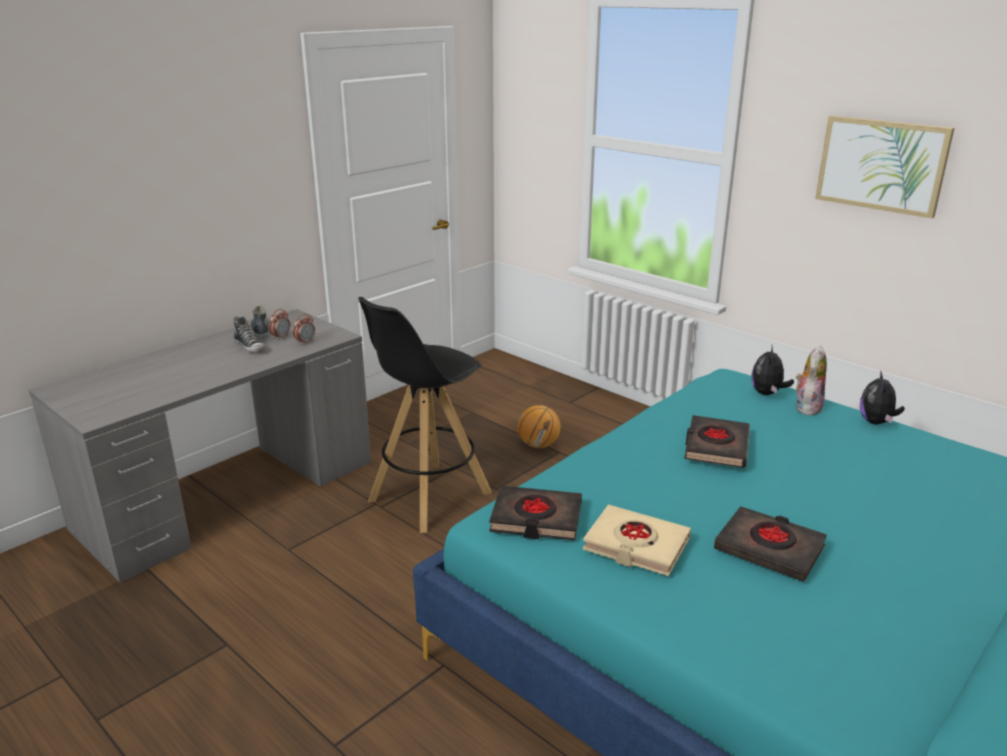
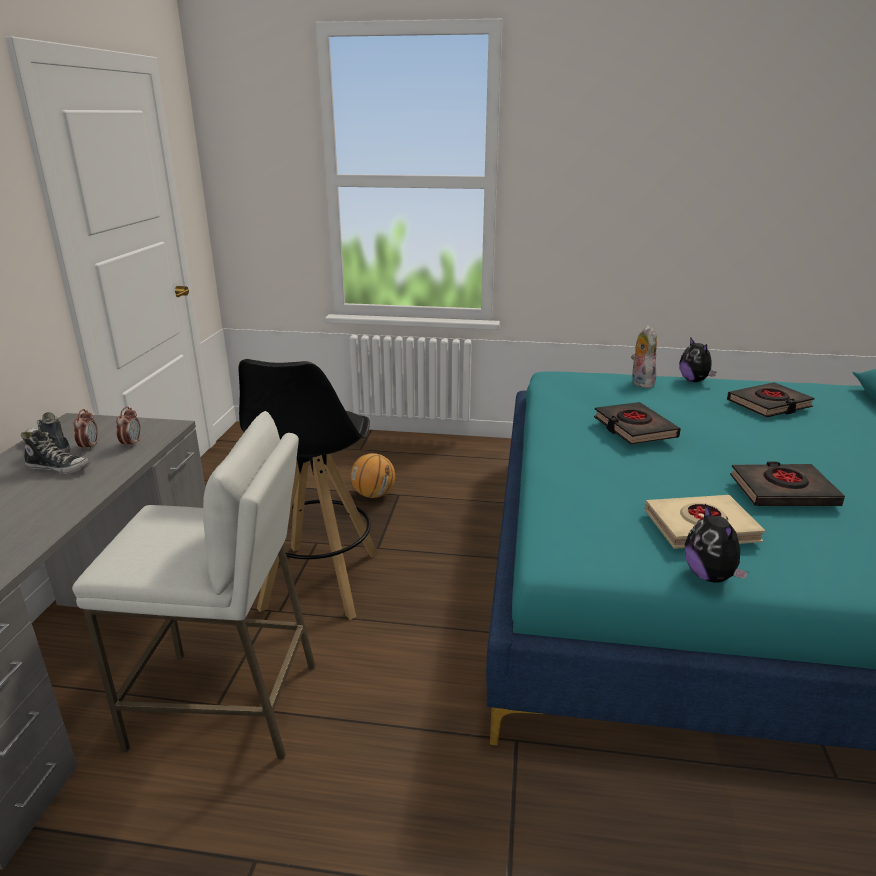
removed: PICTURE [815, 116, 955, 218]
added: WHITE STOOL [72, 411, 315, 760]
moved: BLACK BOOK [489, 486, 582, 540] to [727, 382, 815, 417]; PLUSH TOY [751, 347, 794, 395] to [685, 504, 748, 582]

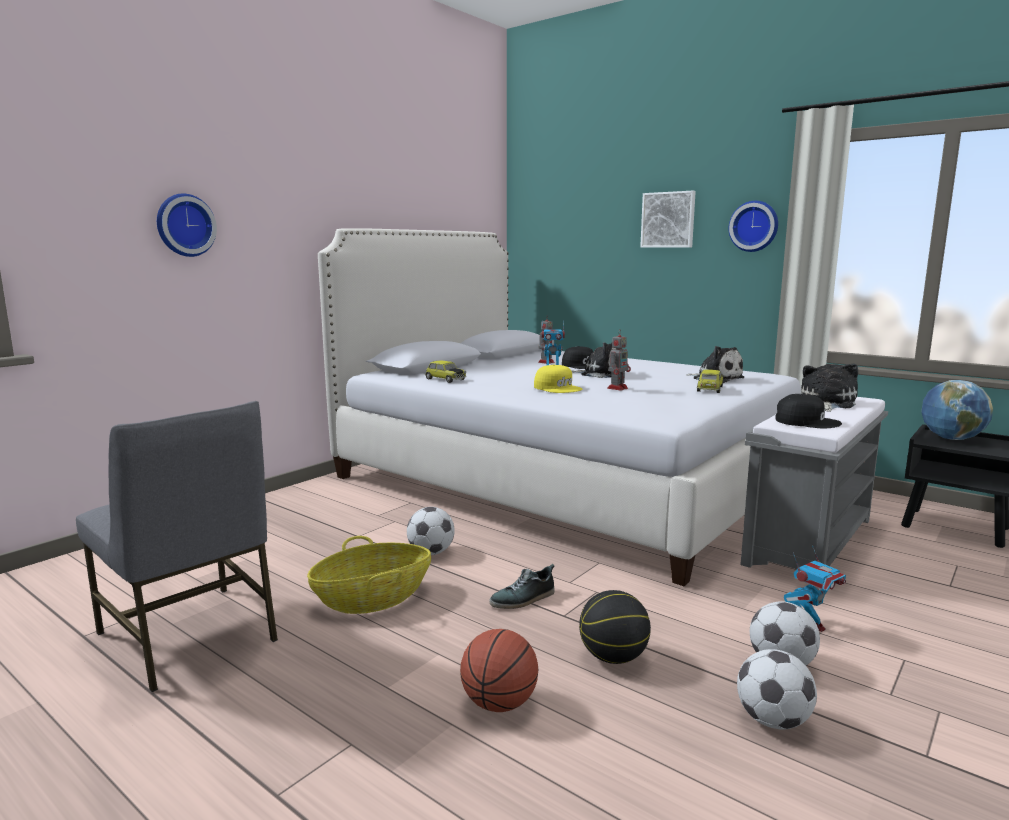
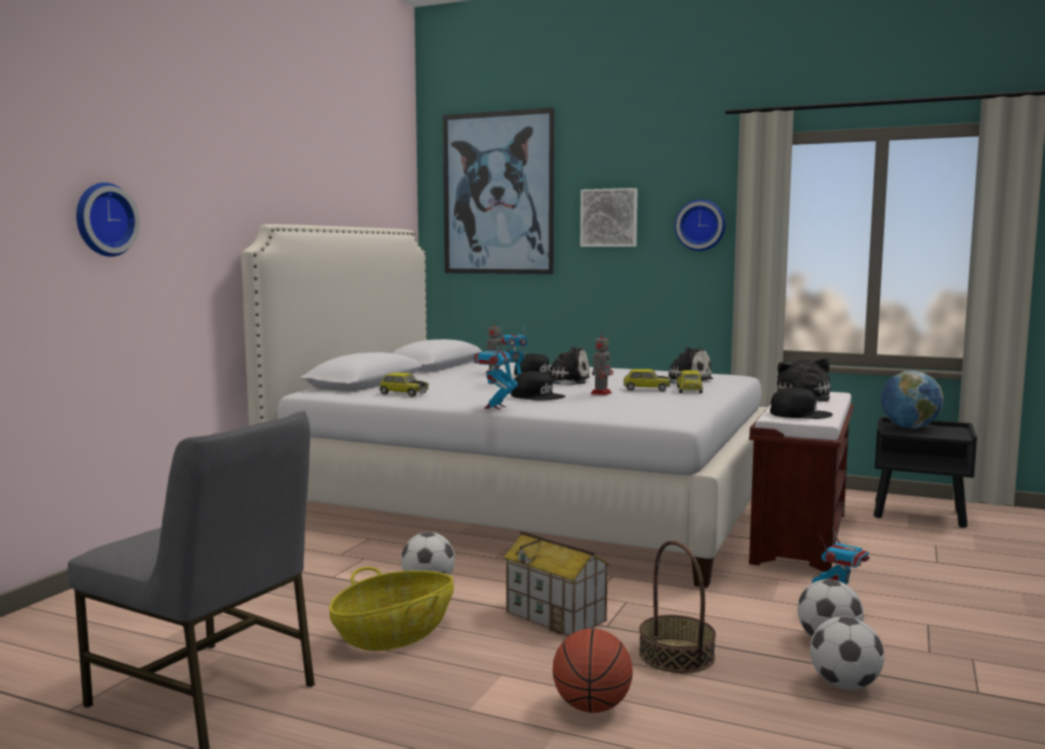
added: PICTURE [443, 108, 554, 274]; TOY ROBOT [473, 340, 518, 409]; TOY CAR [623, 369, 670, 391]
replaced: SHOE [489, 564, 554, 609] to TOY HOUSE [504, 531, 610, 636]; BASKETBALL [579, 590, 651, 664] to BASKET [639, 540, 716, 673]
recoloured: YELLOW CAP [534, 365, 582, 393] to BLACK CAP [511, 371, 566, 401]; GREY BENCH [740, 397, 888, 569] to BROWN BENCH [749, 392, 854, 572]

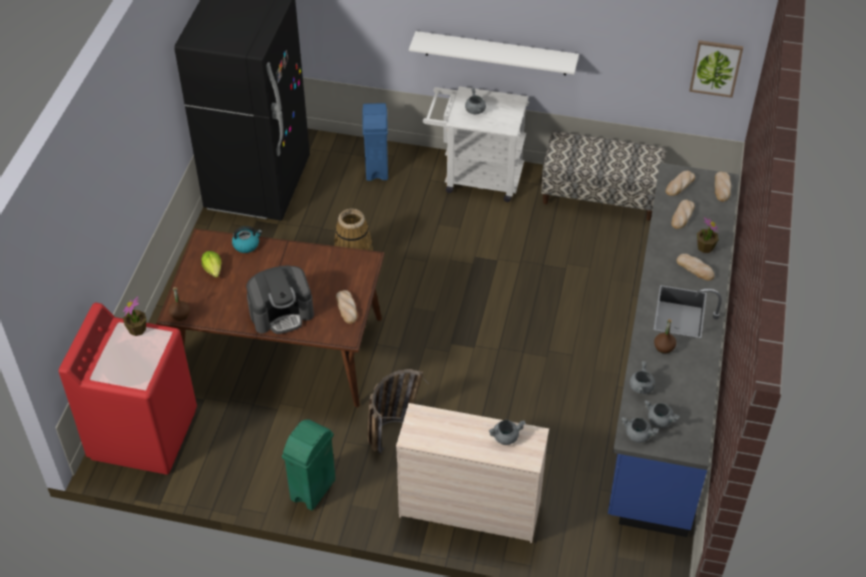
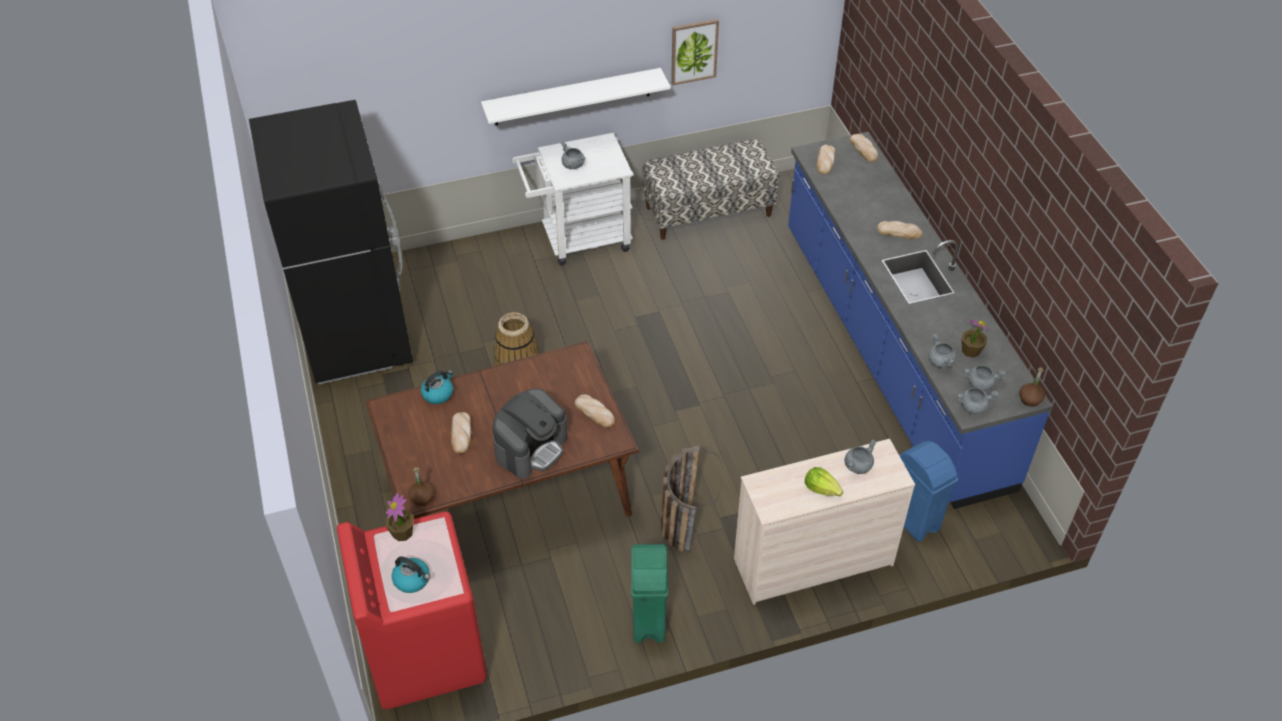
added: KETTLE [392, 557, 430, 593]
moved: LETTUCE [201, 251, 221, 278] to [805, 467, 843, 496]; BLUE TRASH CAN [362, 103, 388, 181] to [899, 441, 958, 542]; BROWN BOTTLE [654, 319, 676, 354] to [1019, 367, 1045, 407]; BREAD [671, 200, 695, 229] to [451, 412, 471, 454]; PICTURE [689, 40, 743, 98] to [671, 19, 719, 85]; POTTED PLANT [697, 217, 719, 253] to [962, 319, 990, 358]

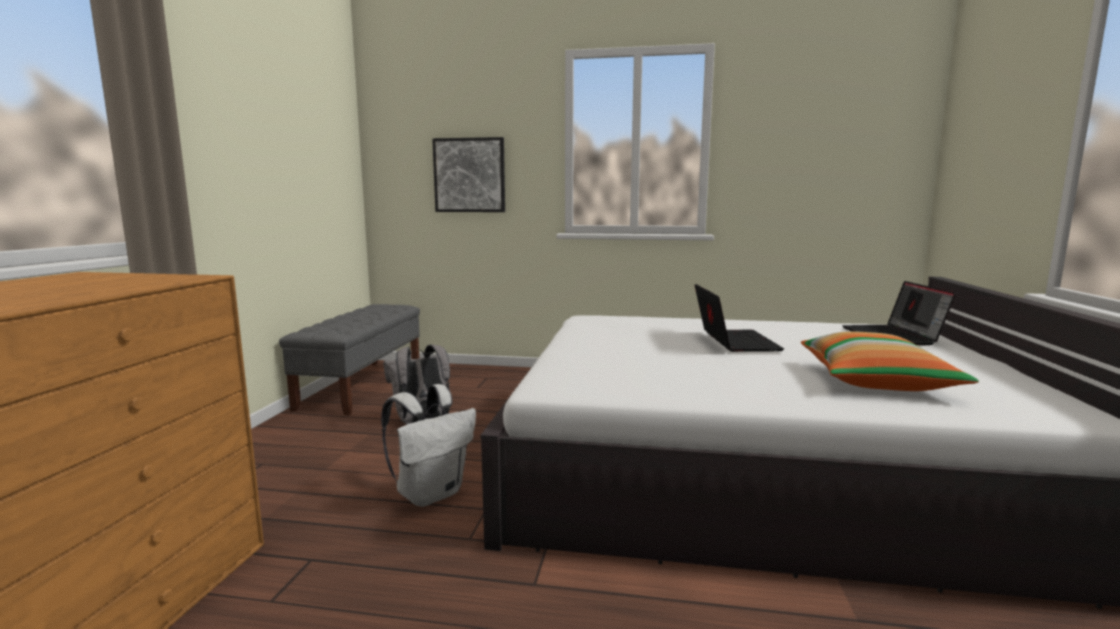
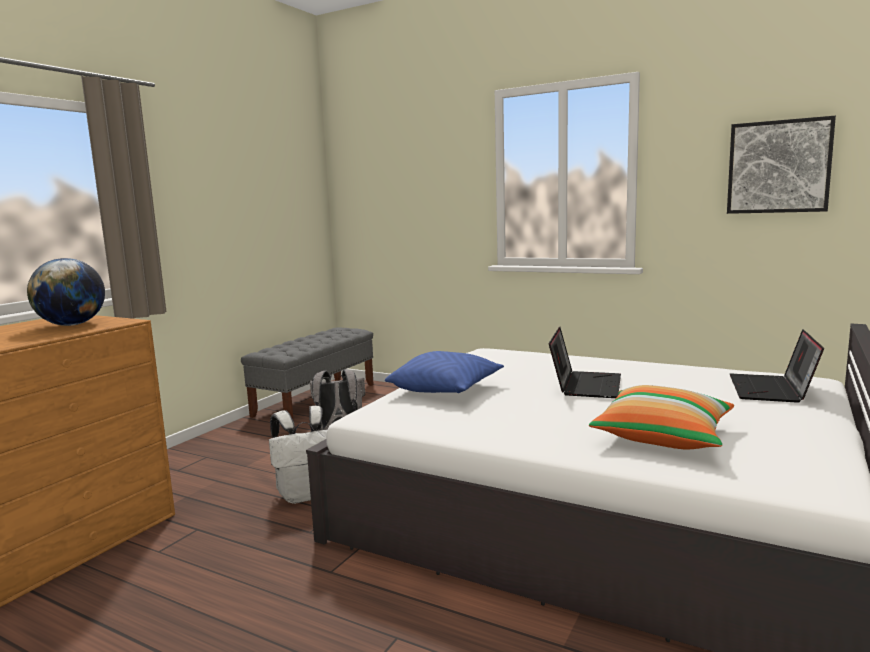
added: GLOBE [27, 258, 105, 326]; BLUE PILLOW [385, 351, 504, 393]
moved: PICTURE [432, 137, 505, 212] to [727, 116, 836, 214]

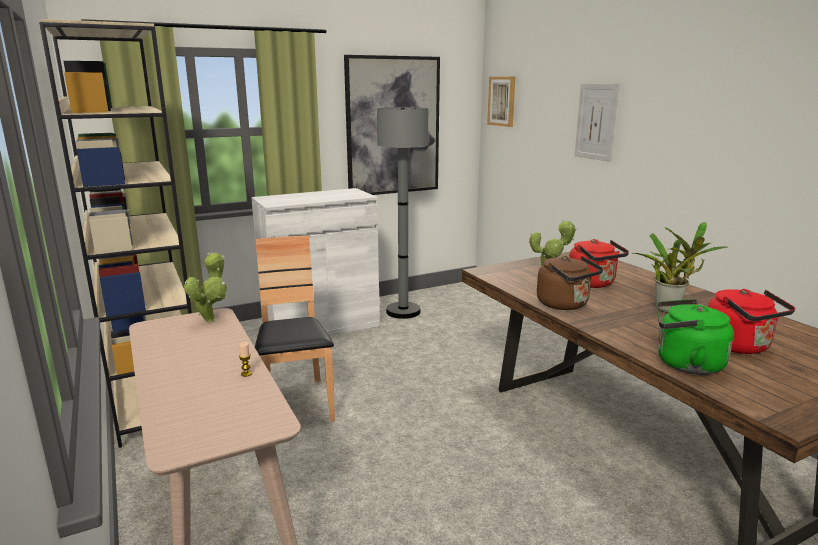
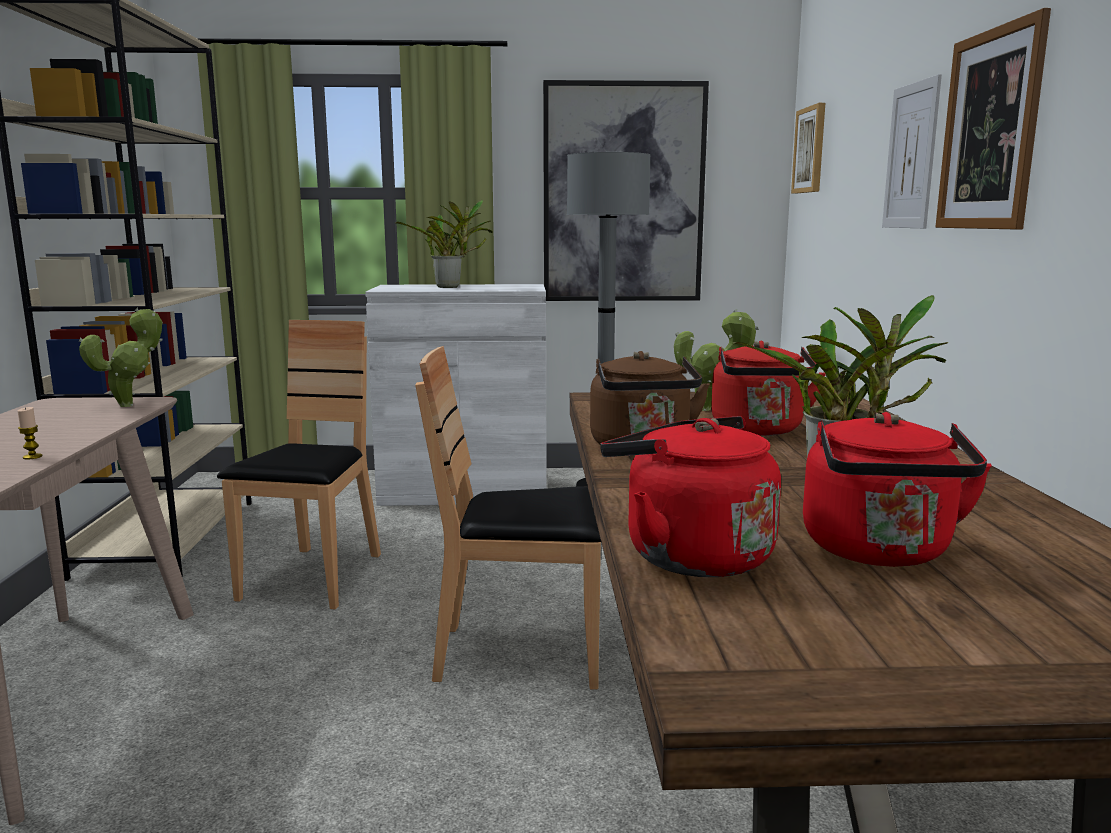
added: POTTED PLANT [395, 199, 493, 288]; BROWN CHAIR [415, 346, 601, 689]; PICTURE [935, 8, 1051, 229]
recoloured: GREEN KETTLE [657, 299, 734, 375] to RED KETTLE [600, 416, 781, 577]

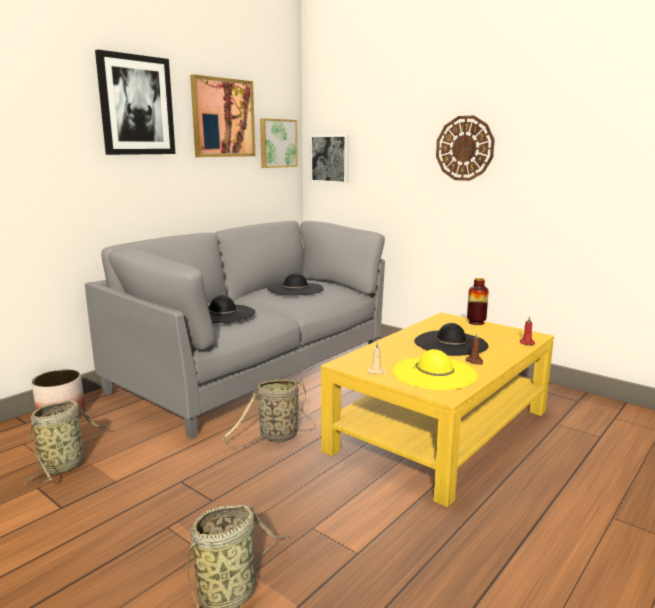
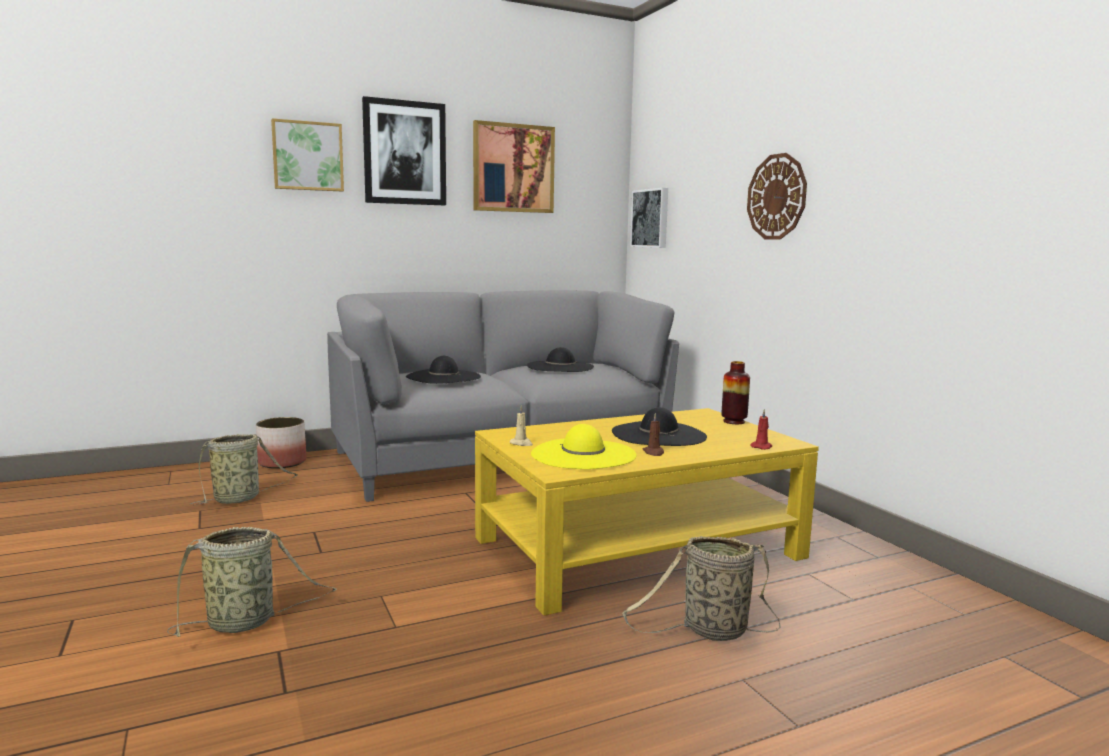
moved: BASKET [222, 379, 316, 448] to [622, 536, 781, 641]; PICTURE [260, 118, 298, 168] to [271, 118, 344, 192]

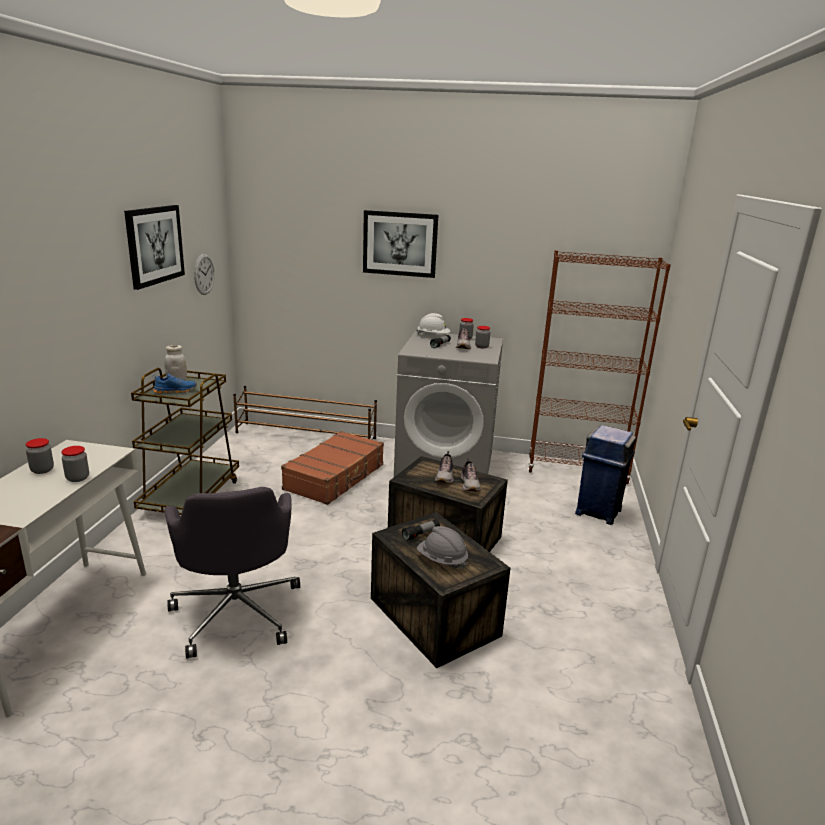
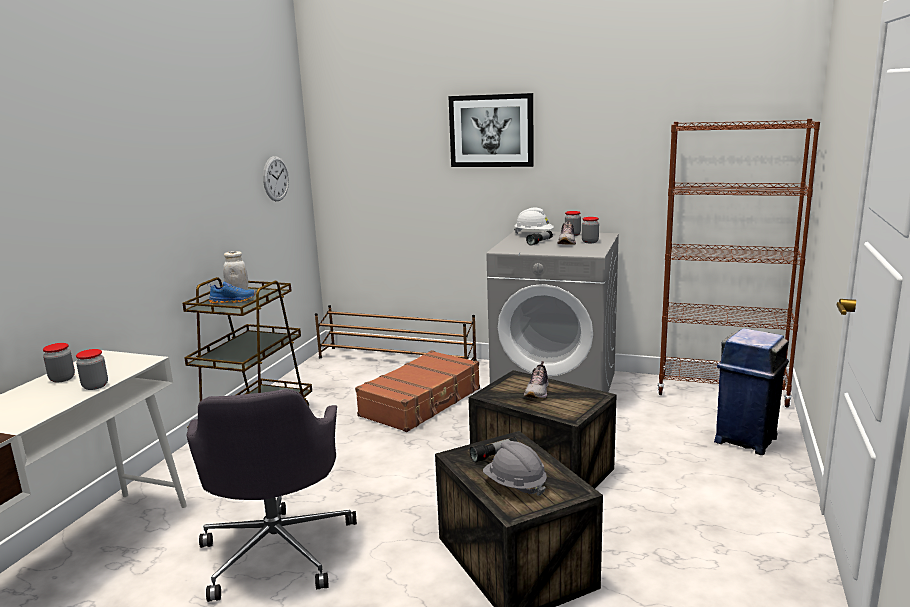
removed: PICTURE [124, 205, 185, 290]; SHOE [461, 458, 481, 491]

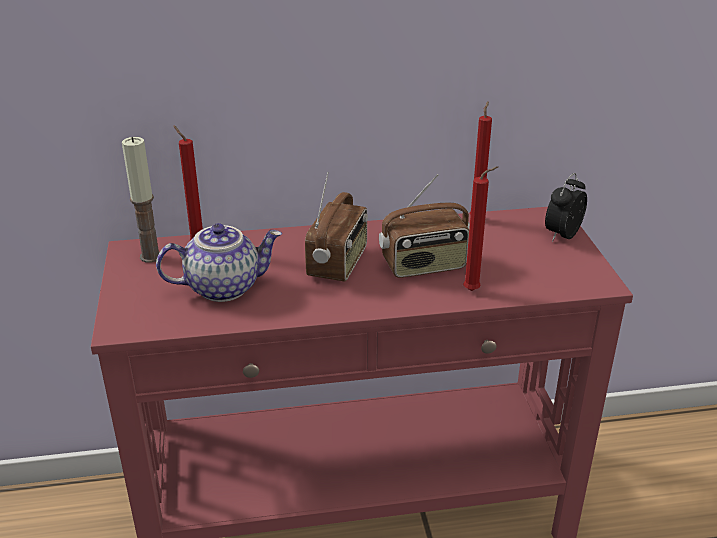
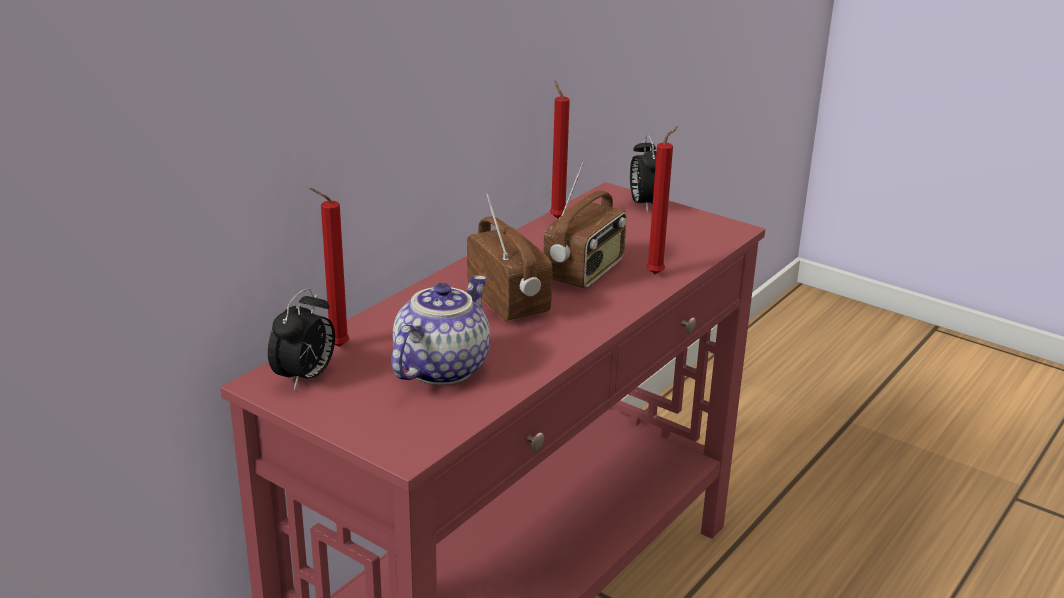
replaced: CANDLE [122, 137, 160, 263] to ALARM CLOCK [268, 288, 335, 390]

